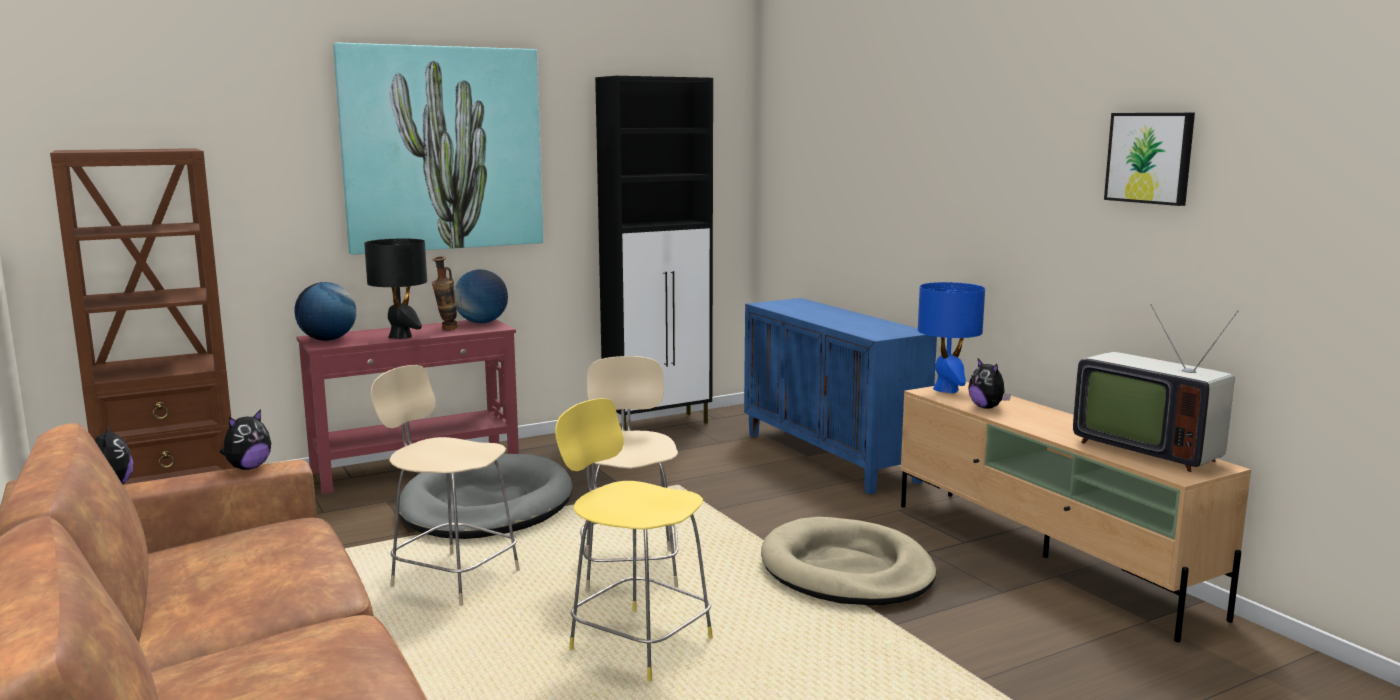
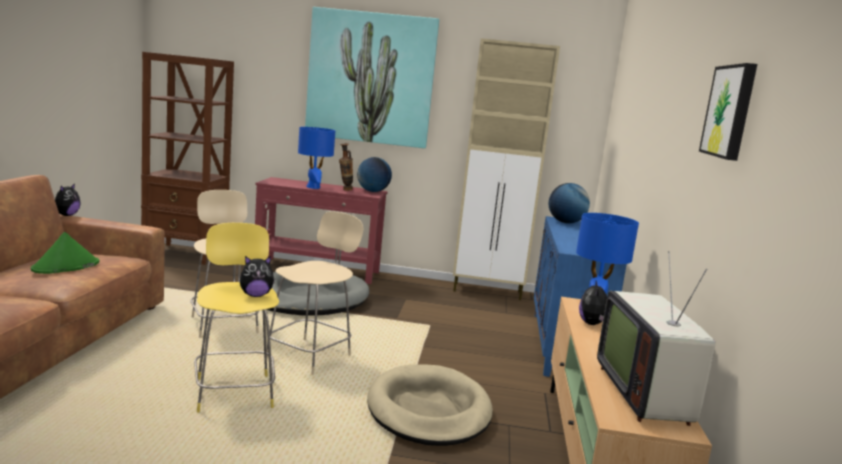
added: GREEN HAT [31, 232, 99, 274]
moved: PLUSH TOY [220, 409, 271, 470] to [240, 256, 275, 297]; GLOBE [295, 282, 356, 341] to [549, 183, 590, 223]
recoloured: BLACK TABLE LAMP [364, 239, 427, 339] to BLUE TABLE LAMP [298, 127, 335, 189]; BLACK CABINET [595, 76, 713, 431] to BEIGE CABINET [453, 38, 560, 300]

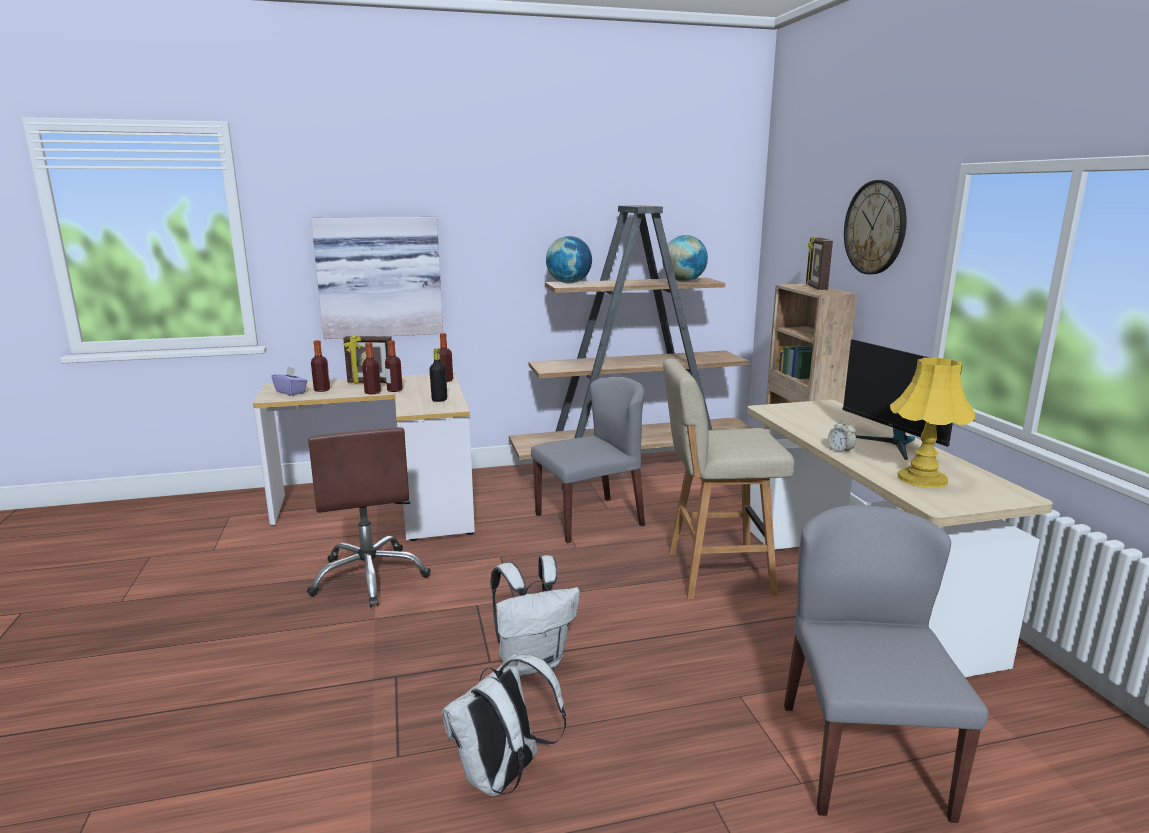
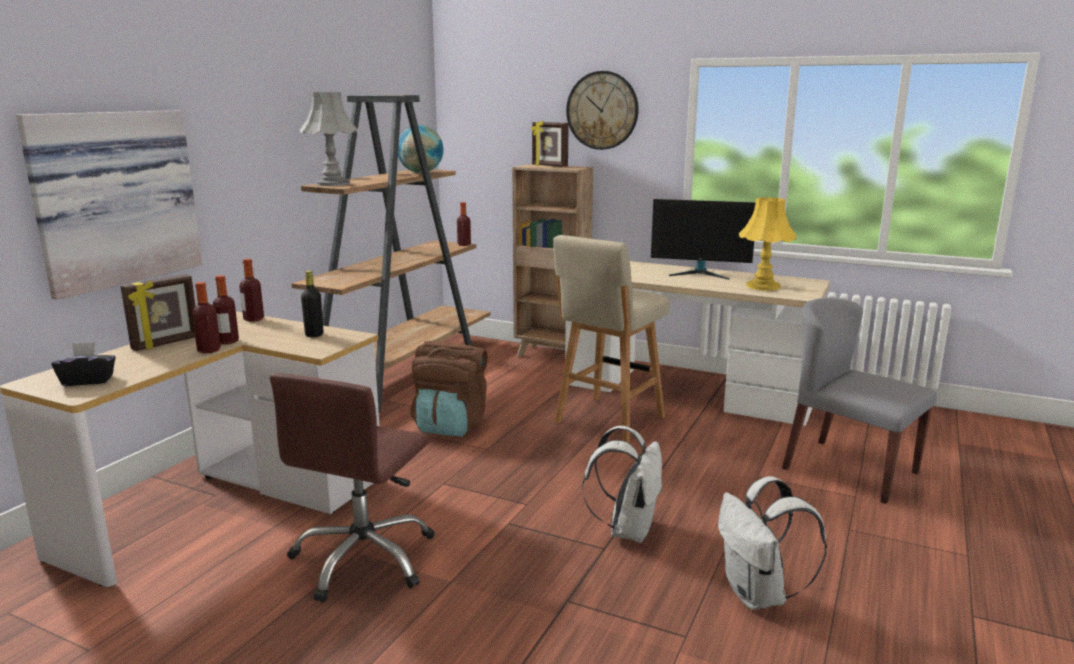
removed: ALARM CLOCK [828, 419, 856, 454]
moved: BOTTLE [311, 340, 330, 392] to [457, 202, 471, 246]
replaced: GREY CHAIR [531, 377, 645, 544] to BROWN BACKPACK [410, 341, 488, 437]; GLOBE [546, 236, 592, 283] to GREY TABLE LAMP [300, 92, 358, 186]
recoloured: PURPLE TISSUE BOX [271, 367, 307, 396] to BLACK TISSUE BOX [51, 342, 116, 386]
turned: BROWN OFFICE CHAIR [307, 427, 431, 607] = [270, 373, 435, 603] 90 degrees clockwise

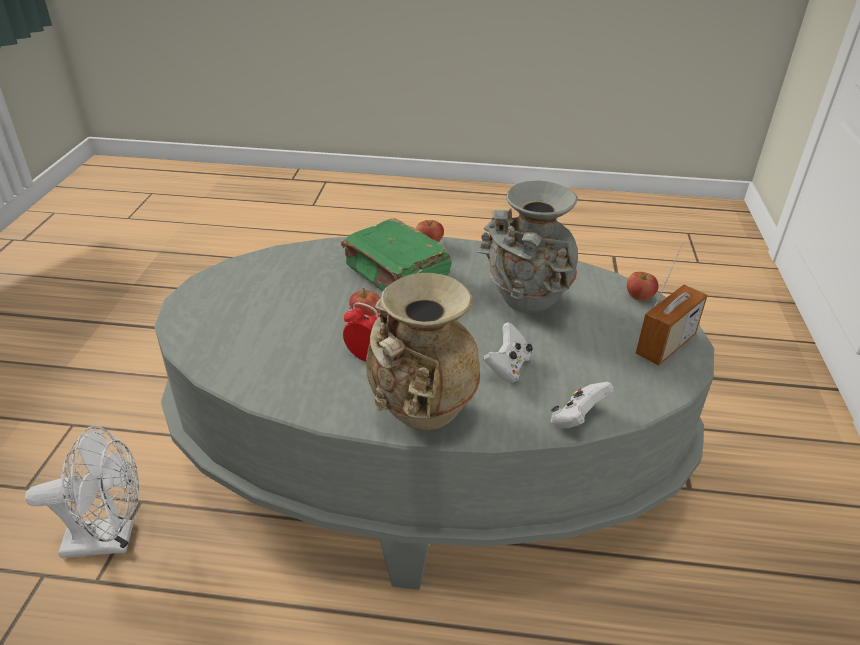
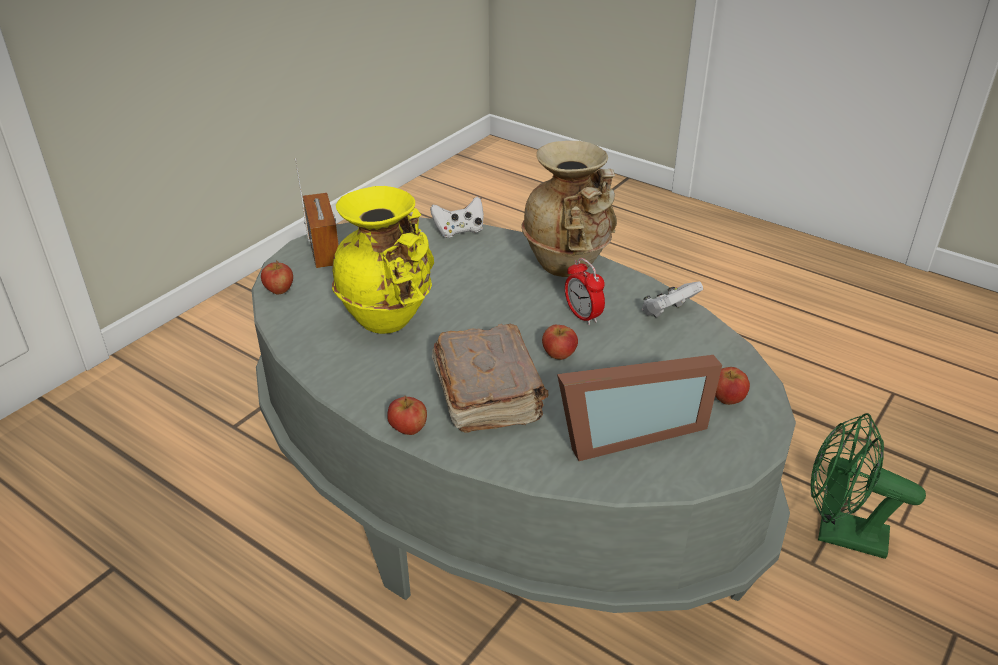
added: PICTURE FRAME [557, 355, 722, 461]; APPLE [715, 367, 750, 405]
moved: WHITE GAME CONTROLLER [483, 322, 533, 382] to [642, 282, 703, 317]
recoloured: WHITE FAN [25, 426, 139, 558] to GREEN FAN [811, 413, 926, 559]; GREEN BOOK [341, 218, 451, 291] to BROWN BOOK [432, 324, 549, 432]; GREY VASE [477, 180, 578, 313] to YELLOW VASE [332, 186, 434, 334]
turned: RADIO [636, 243, 708, 365] = [295, 158, 339, 268] 90 degrees clockwise

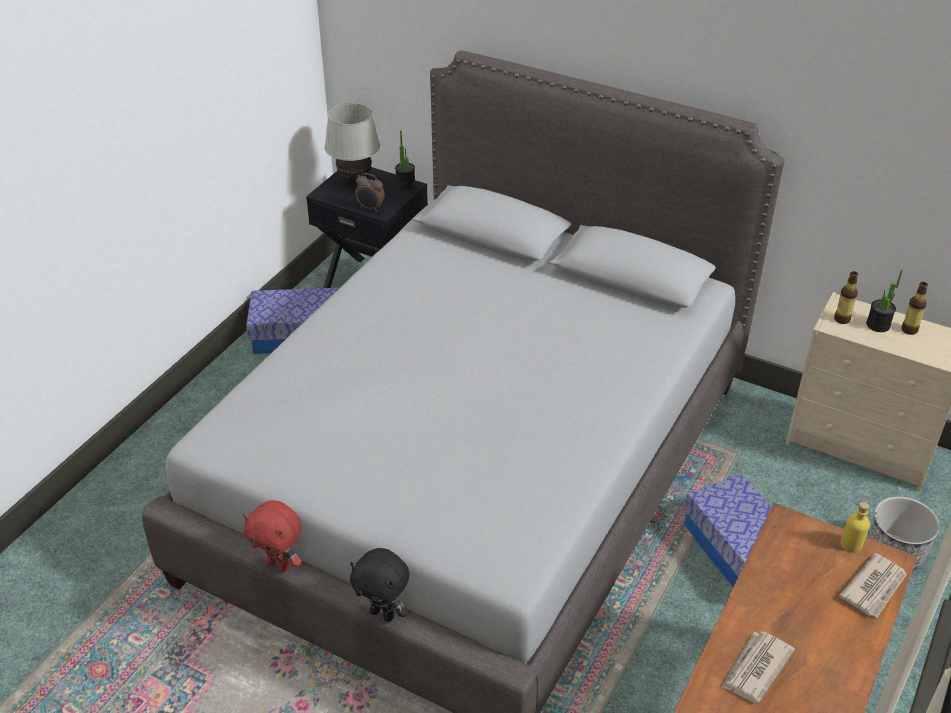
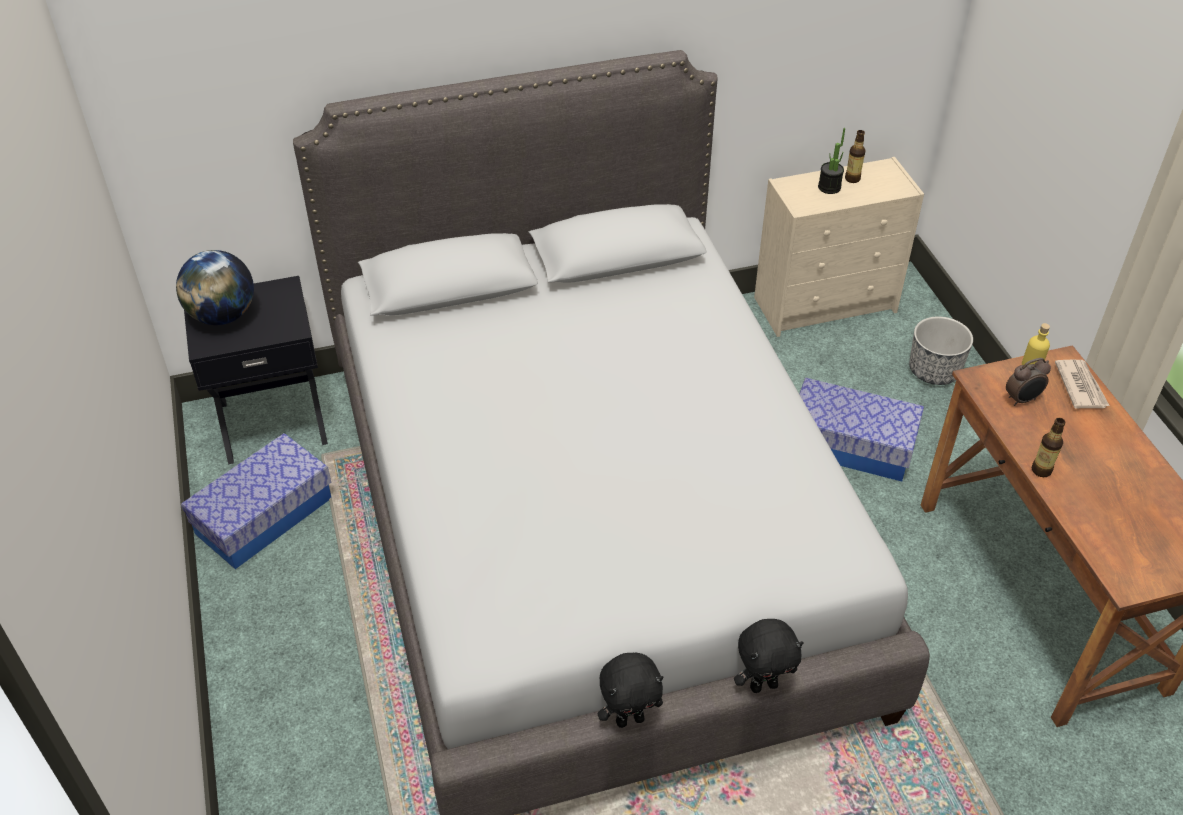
removed: POTTED PLANT [395, 130, 416, 190]; NEWSPAPER [721, 631, 795, 703]
moved: ALARM CLOCK [355, 173, 385, 212] to [1006, 358, 1051, 406]; BOTTLE [834, 271, 858, 324] to [1032, 418, 1066, 477]
replaced: WHITE TABLE LAMP [325, 103, 380, 186] to GLOBE [176, 250, 254, 325]
recoloured: RED PLUSH TOY [243, 500, 302, 572] to BLACK PLUSH TOY [598, 653, 663, 728]

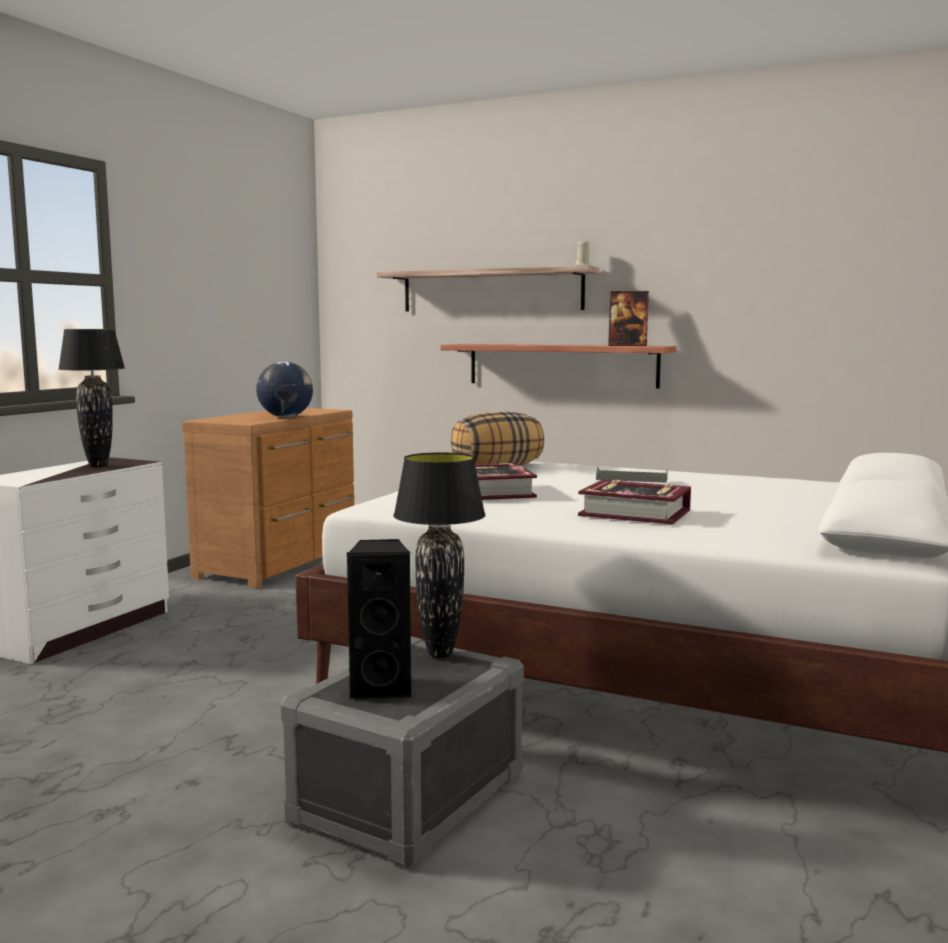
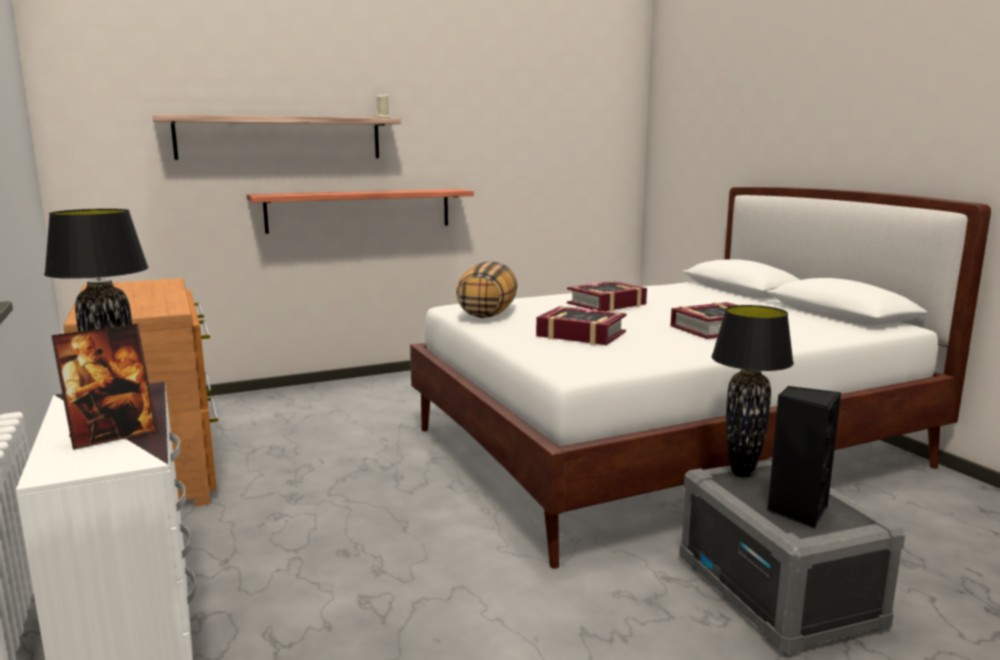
removed: GLOBE [256, 362, 313, 417]
moved: PICTURE FRAME [608, 291, 649, 346] to [52, 324, 158, 450]
replaced: GREY TRAY [596, 467, 668, 483] to BOOK [567, 281, 647, 311]

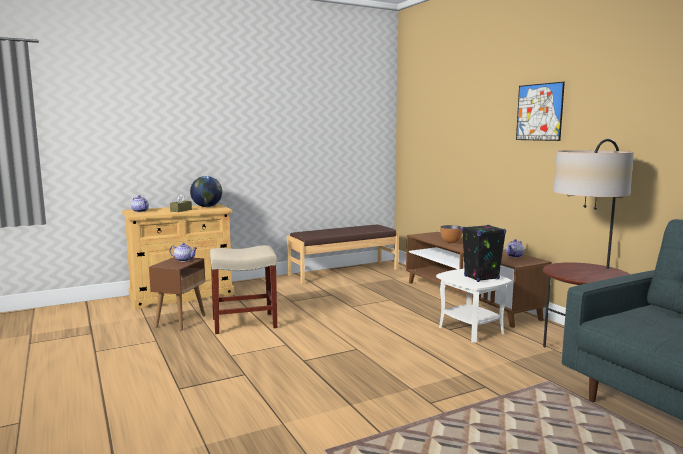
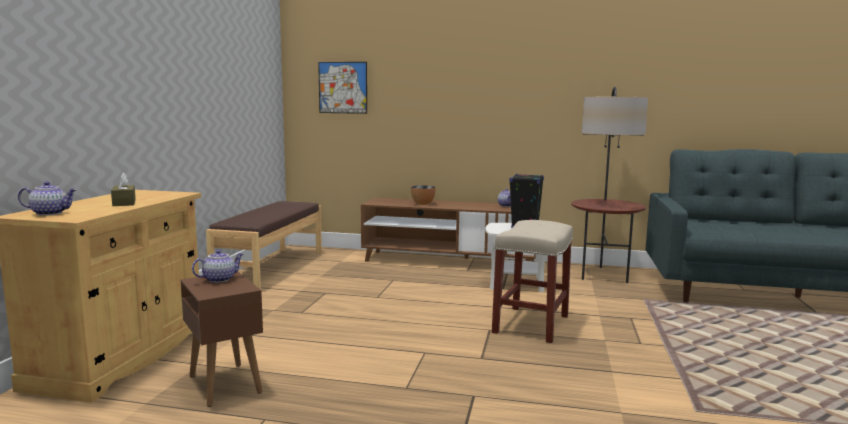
removed: GLOBE [190, 176, 222, 207]
moved: BEIGE STOOL [210, 245, 277, 334] to [492, 220, 573, 343]; PICTURE [516, 82, 565, 141] to [318, 62, 367, 114]

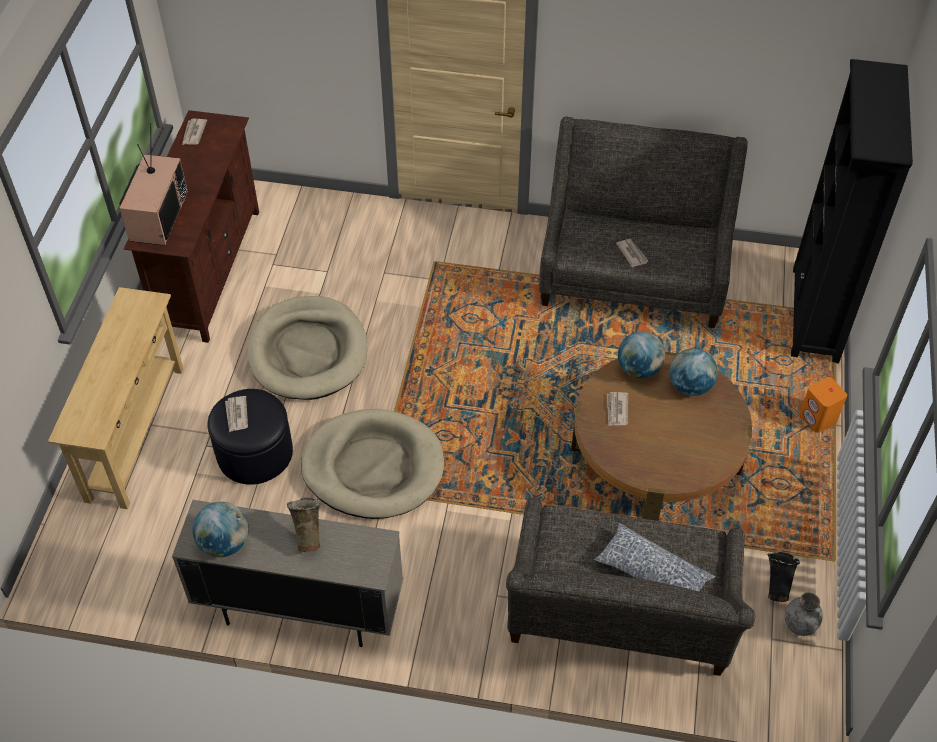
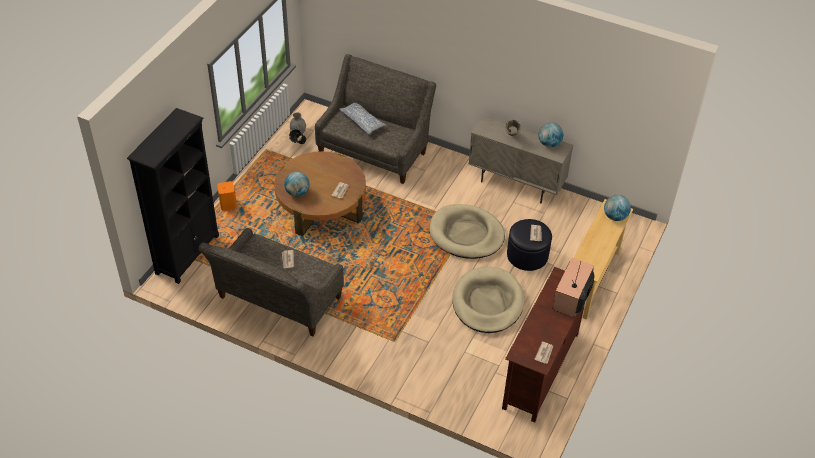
moved: GLOBE [618, 331, 665, 378] to [604, 195, 631, 221]

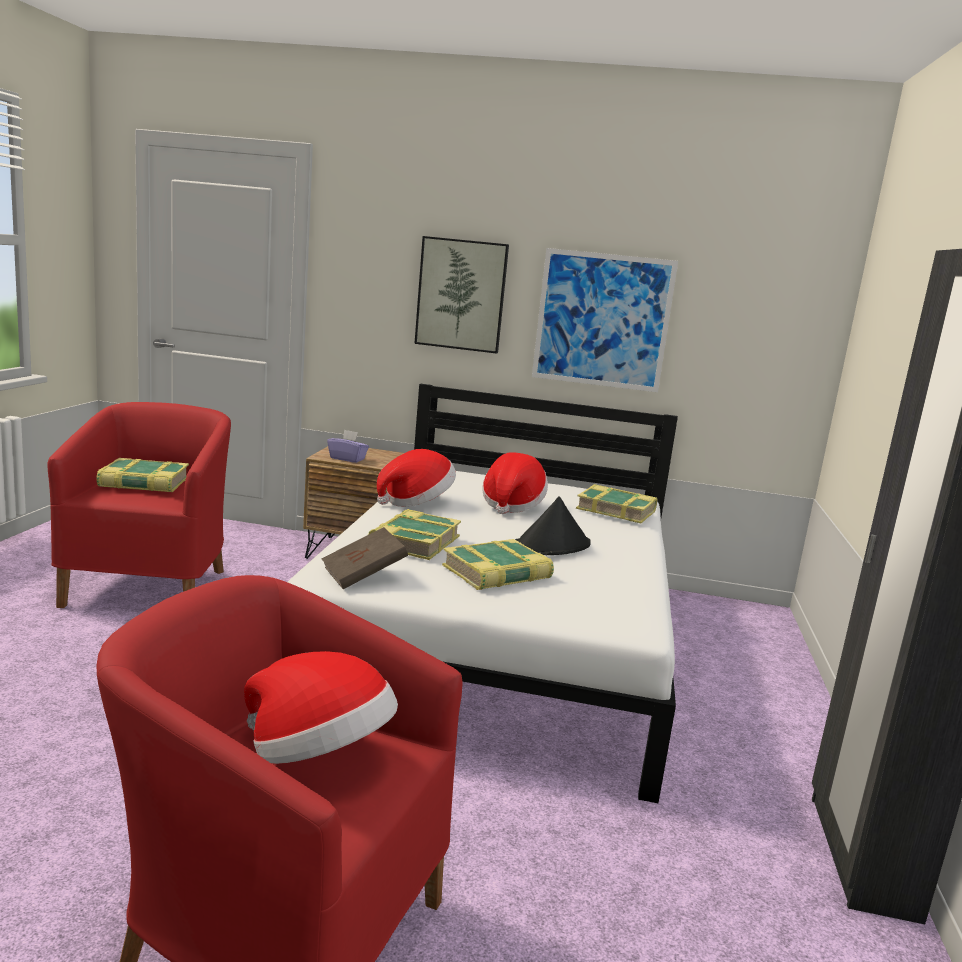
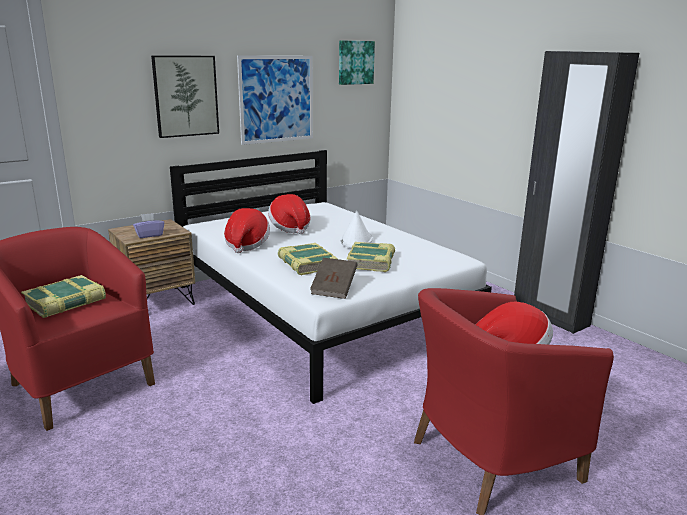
removed: BOOK [576, 484, 657, 523]
added: PICTURE [339, 41, 375, 85]
recoloured: BLACK HAT [515, 496, 591, 555] to WHITE HAT [340, 211, 373, 248]

